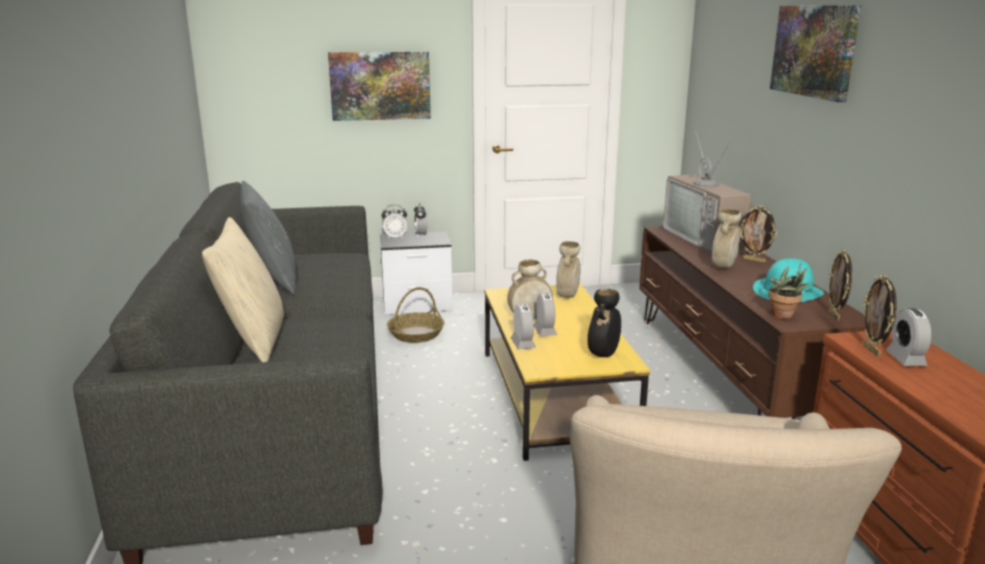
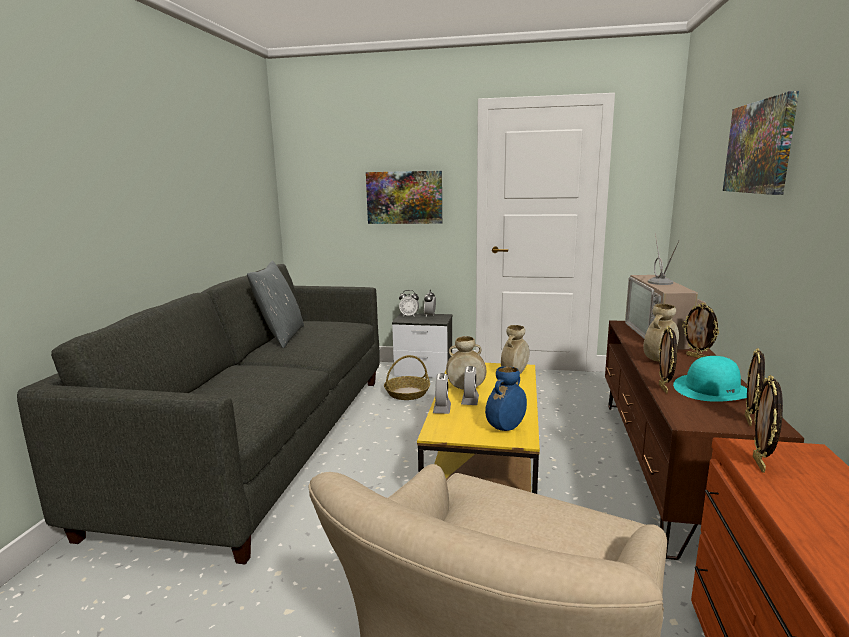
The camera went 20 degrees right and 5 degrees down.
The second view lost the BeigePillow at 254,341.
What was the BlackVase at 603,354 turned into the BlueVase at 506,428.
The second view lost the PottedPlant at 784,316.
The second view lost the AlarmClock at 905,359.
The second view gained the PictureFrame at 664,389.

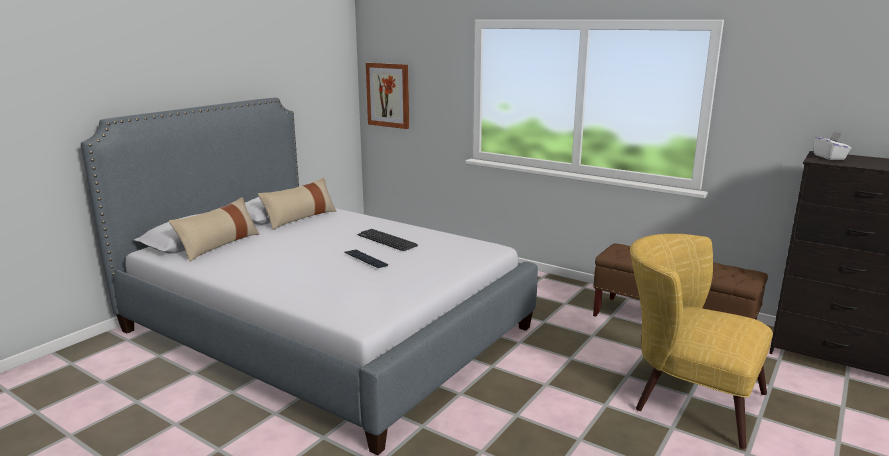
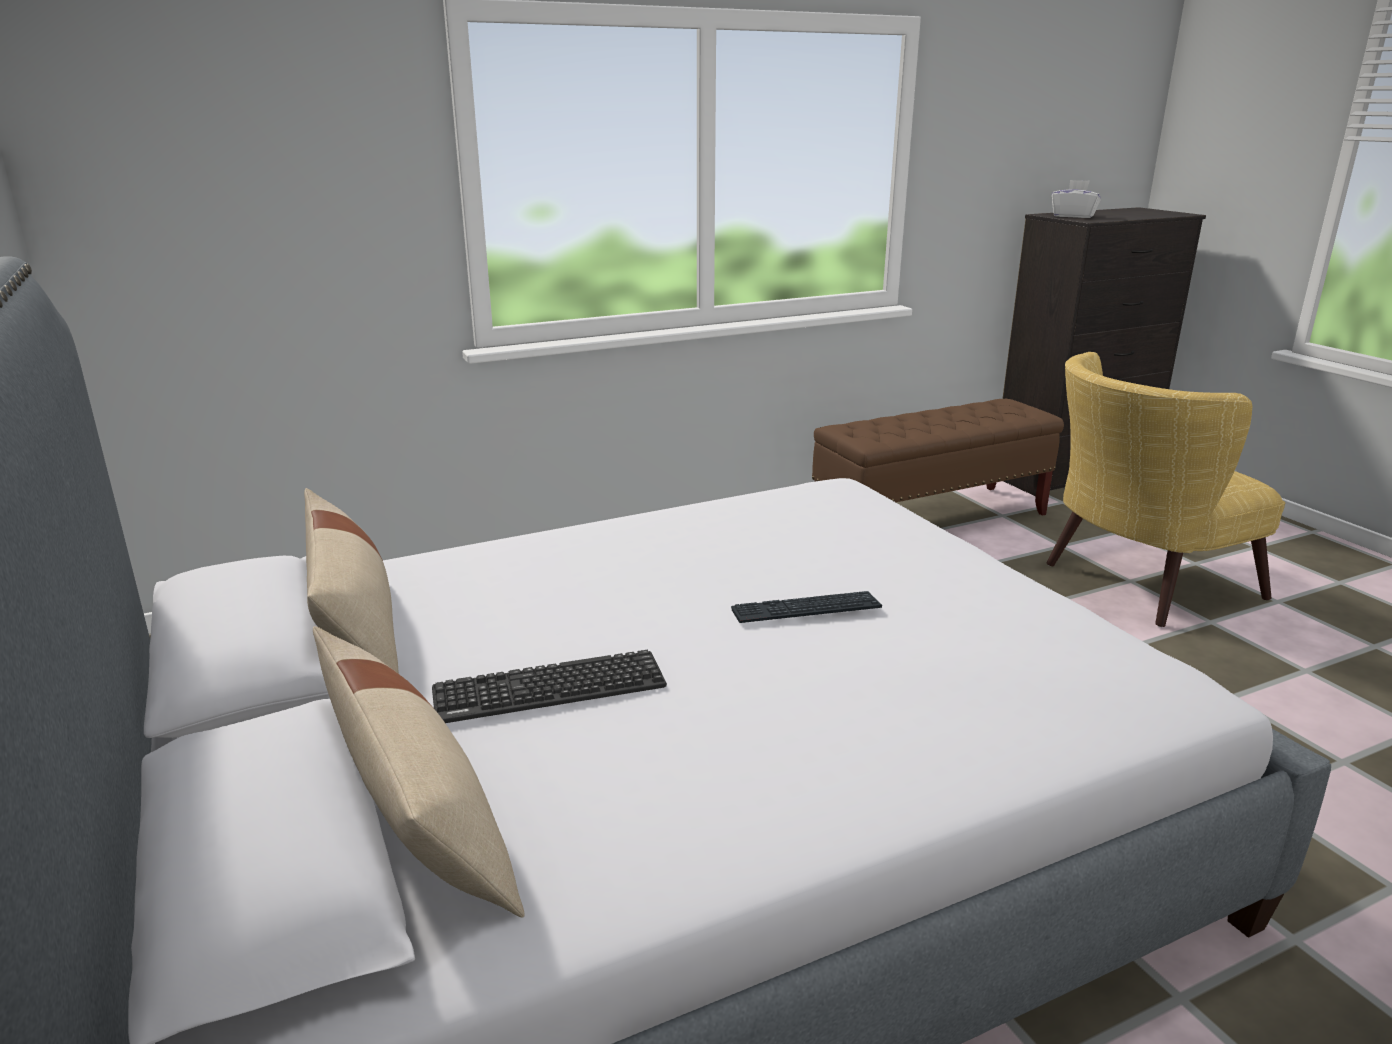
The camera went 60 degrees left and 5 degrees up.
The Keyboard ended up elsewhere, having gone from 387,240 to 550,688.
The second view lost the Picture at 388,95.

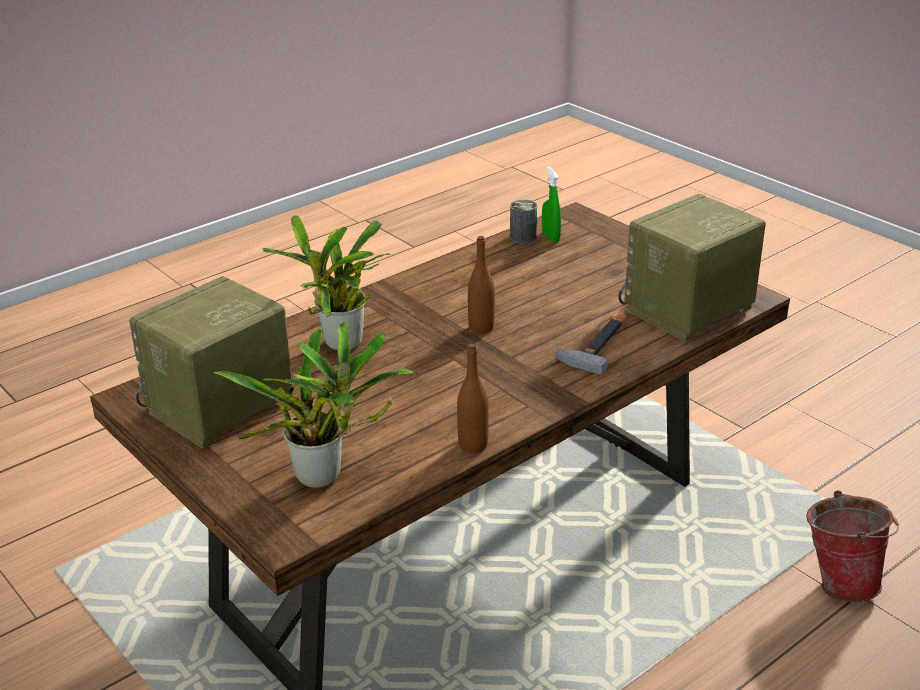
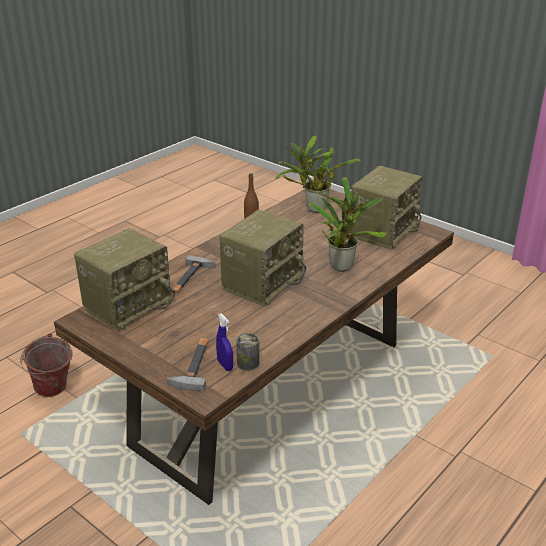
The camera went 170 degrees right and 0 degrees up.
Where the BrownBottle stood at 481,328, the Radio came to stand at 262,283.
What was the GreenSprayBottle at 550,237 turned into the BlueSprayBottle at 225,365.
The second view gained the Hammer at 193,365.

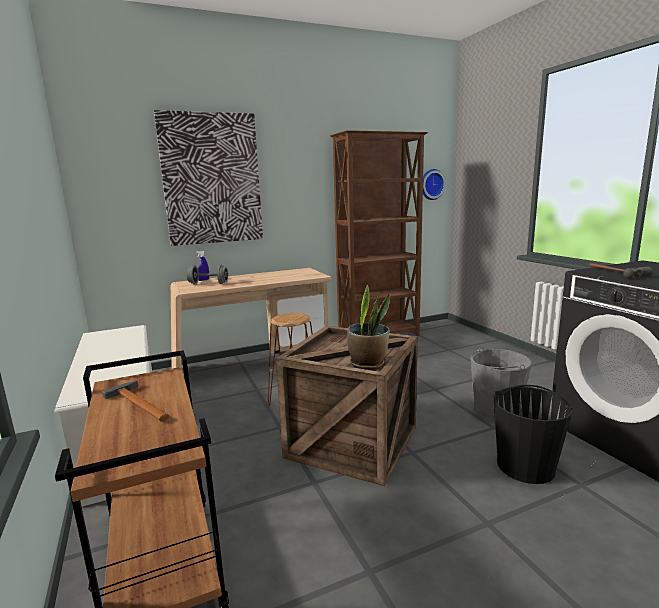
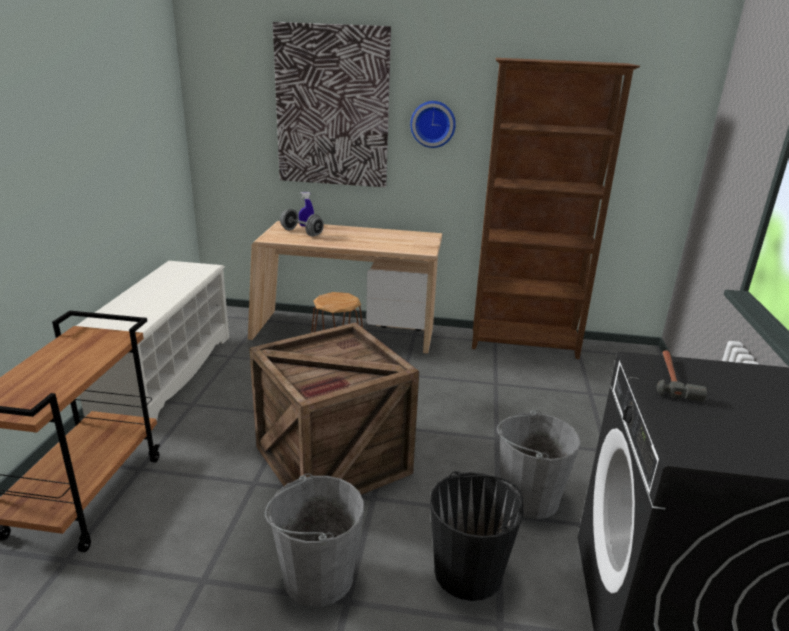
The camera went 30 degrees right and 10 degrees up.
The second view lost the Hammer at 138,403.
The second view lost the PottedPlant at 368,364.
The WallClock ended up elsewhere, having gone from 431,184 to 433,124.
The second view gained the GreyBucket at 317,577.

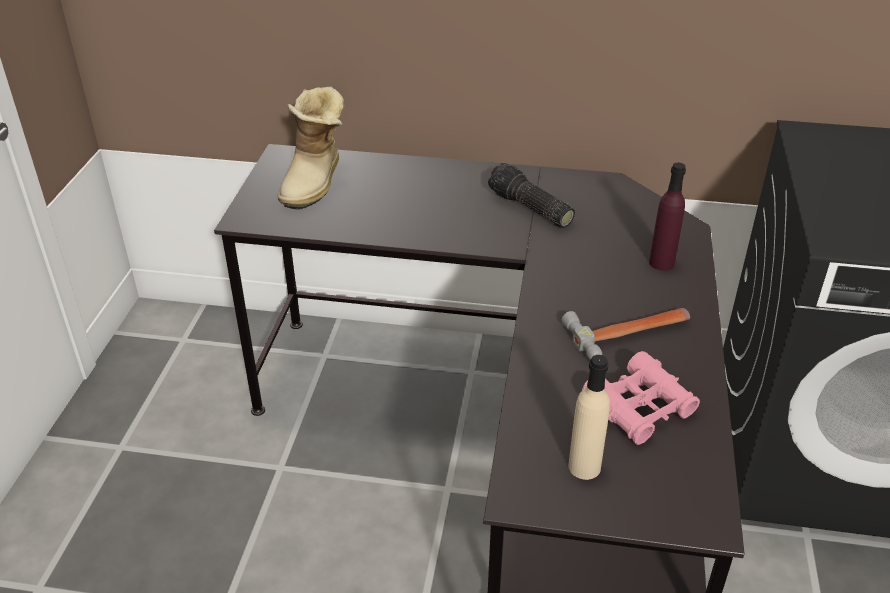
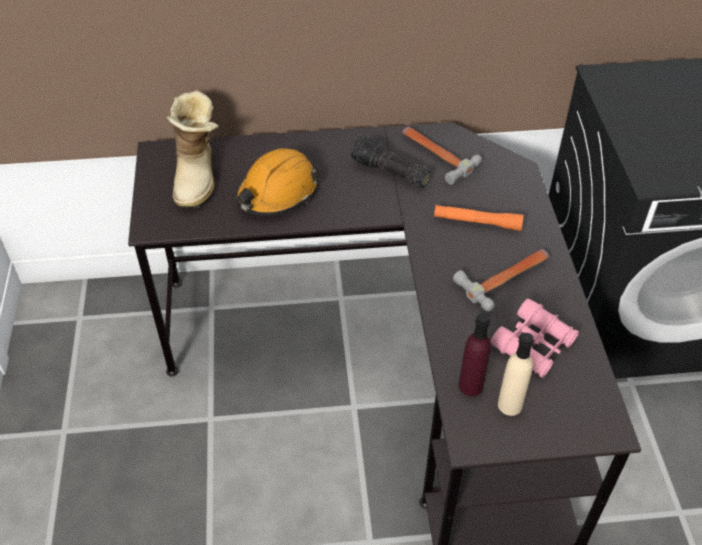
The camera went 15 degrees left and 10 degrees up.
The PurpleBottle ended up elsewhere, having gone from 661,263 to 470,386.
The second view gained the OrangeHardHat at 277,193.
The second view gained the Hammer at 435,155.
The second view gained the OrangeFlashlight at 477,222.

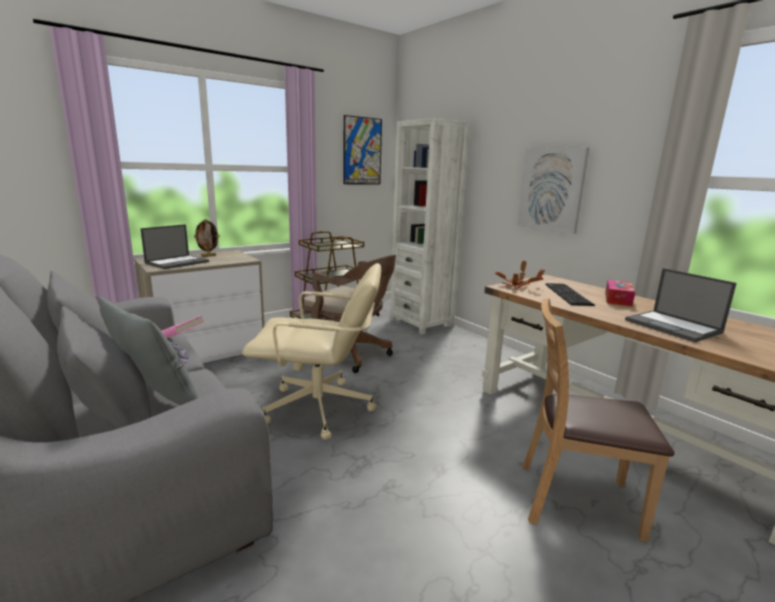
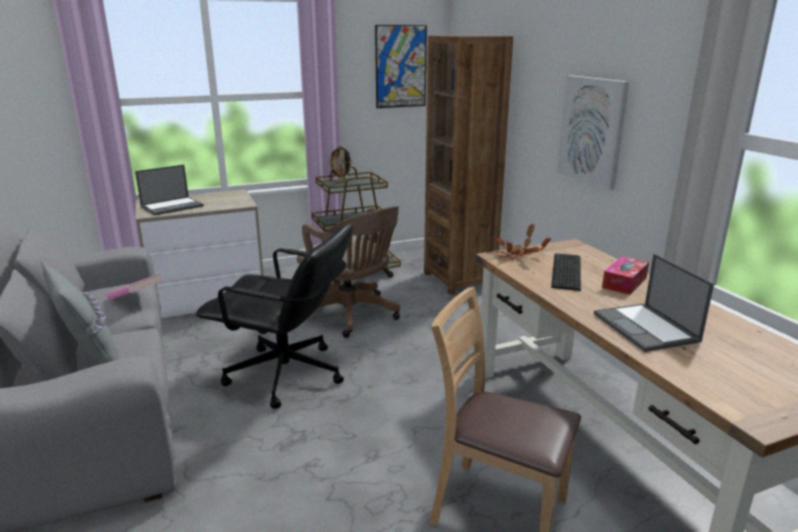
The camera went 15 degrees right and 5 degrees up.
The PictureFrame ended up elsewhere, having gone from 208,256 to 341,181.
What was the BeigeOfficeChair at 319,409 turned into the BlackOfficeChair at 286,375.
What was the WhiteBookcase at 421,323 turned into the BrownBookcase at 459,279.

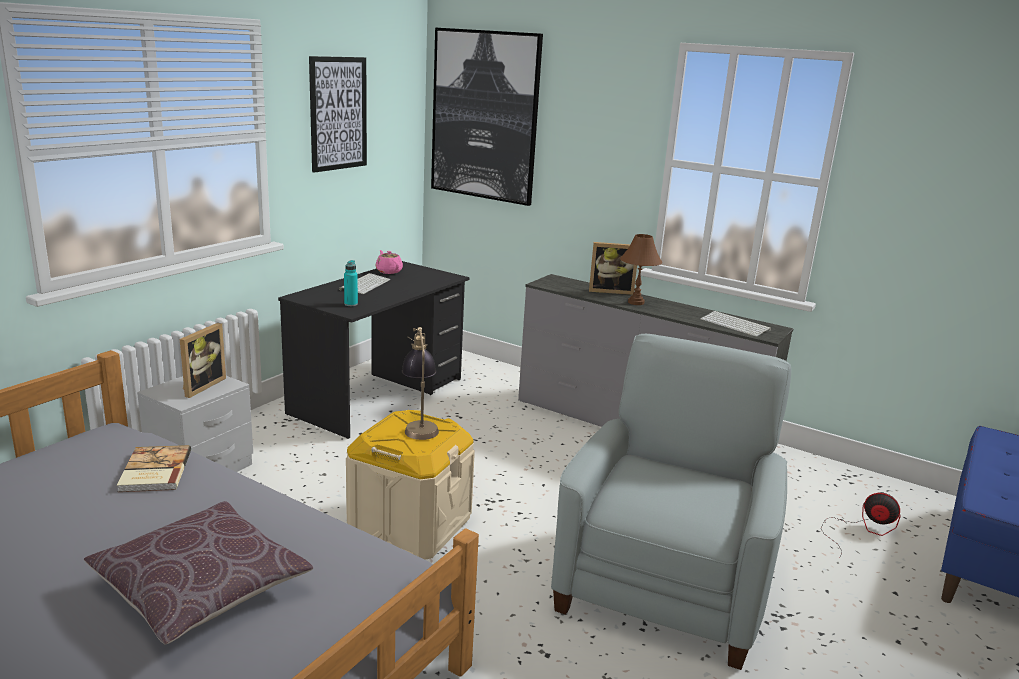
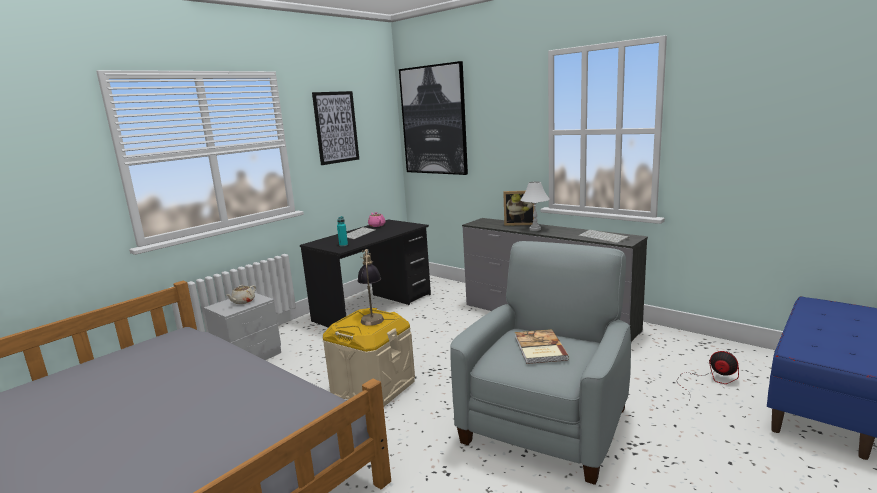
The camera went 10 degrees right and 5 degrees down.
The second view lost the BrownPillow at 201,588.
The Book ended up elsewhere, having gone from 153,471 to 539,348.
Where the PictureFrame stood at 200,386, the BeigeTeapot came to stand at 243,301.
What was the BrownTableLamp at 636,302 turned into the WhiteTableLamp at 535,229.

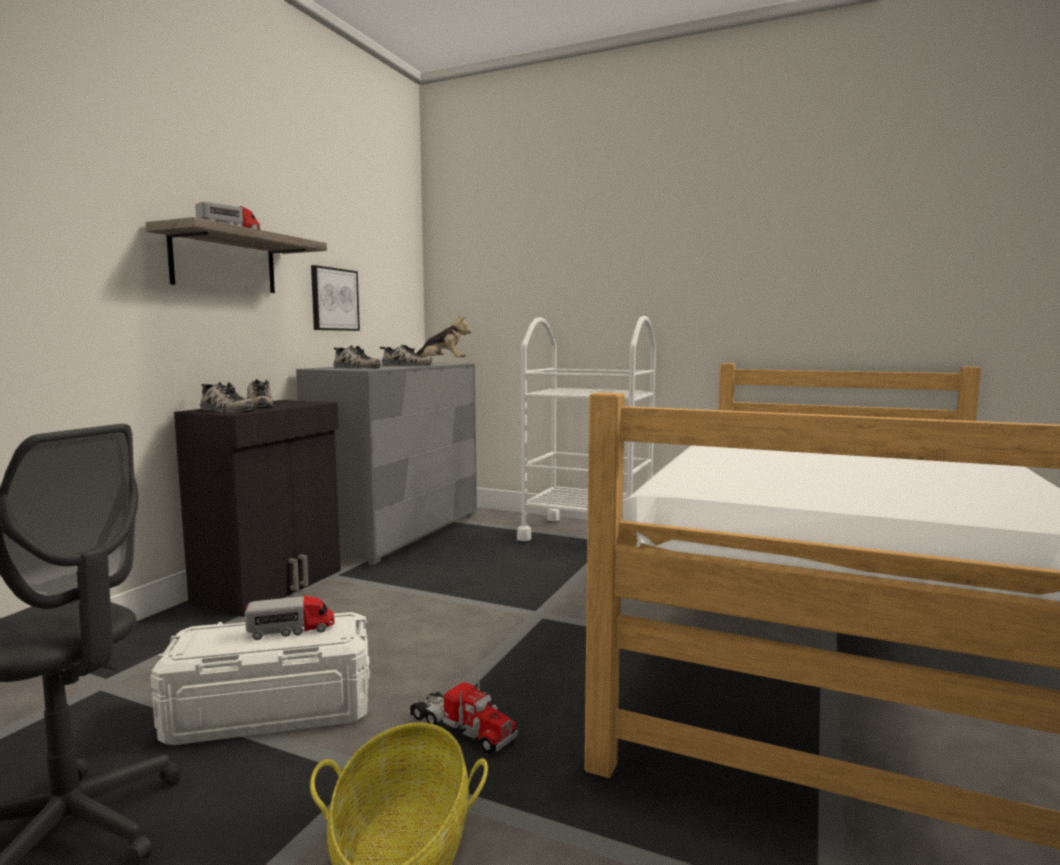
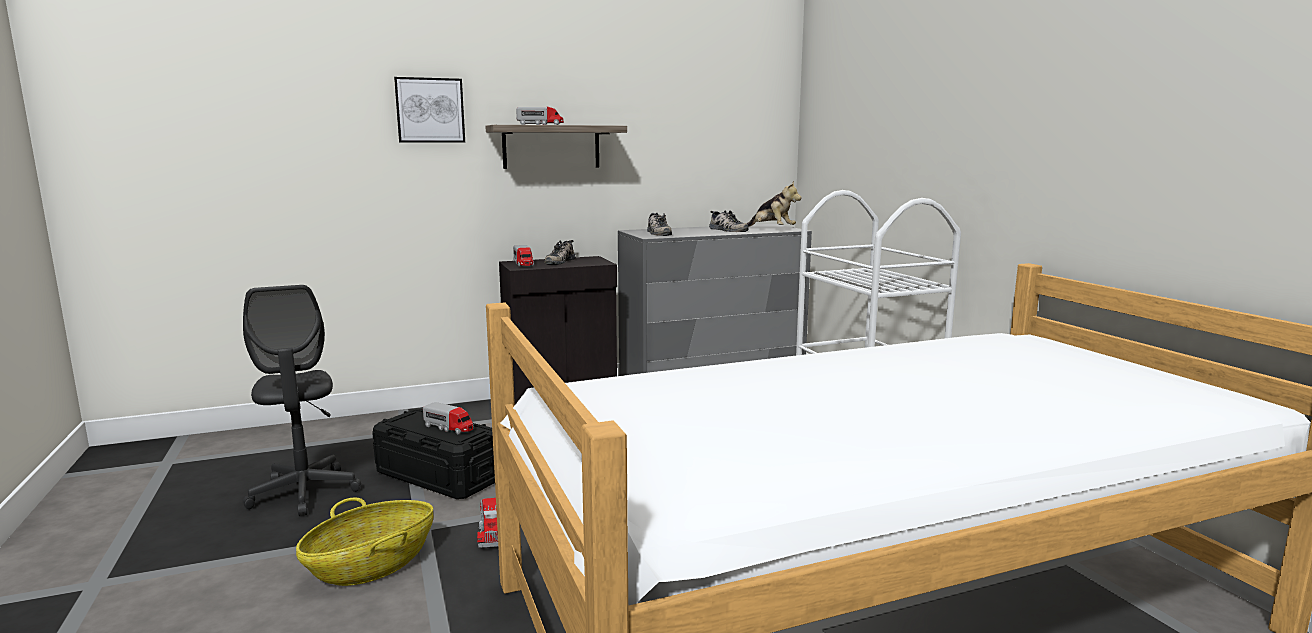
The camera went 45 degrees right and 5 degrees up.
What was the WhiteStorageBox at 271,710 turned into the BlackStorageBox at 439,475.
Where the Shoe stood at 224,410, the ToyTruck came to stand at 523,264.
The Picture ended up elsewhere, having gone from 334,299 to 430,110.

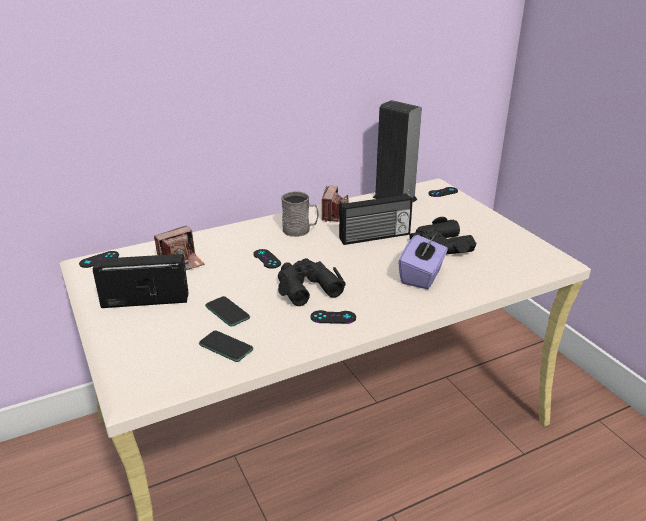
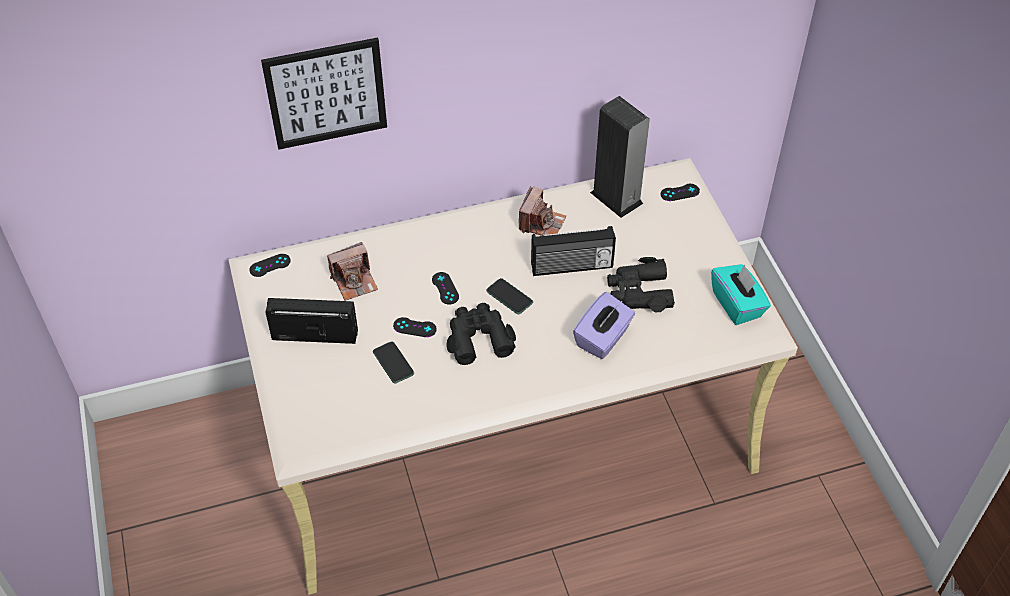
The camera went 10 degrees right and 20 degrees up.
The Phone ended up elsewhere, having gone from 226,347 to 509,297.
The second view lost the GreyMug at 300,230.
The BlackGameController ended up elsewhere, having gone from 333,317 to 414,327.
The second view gained the Picture at 326,93.
The second view gained the TurquoiseTissueBox at 737,305.

